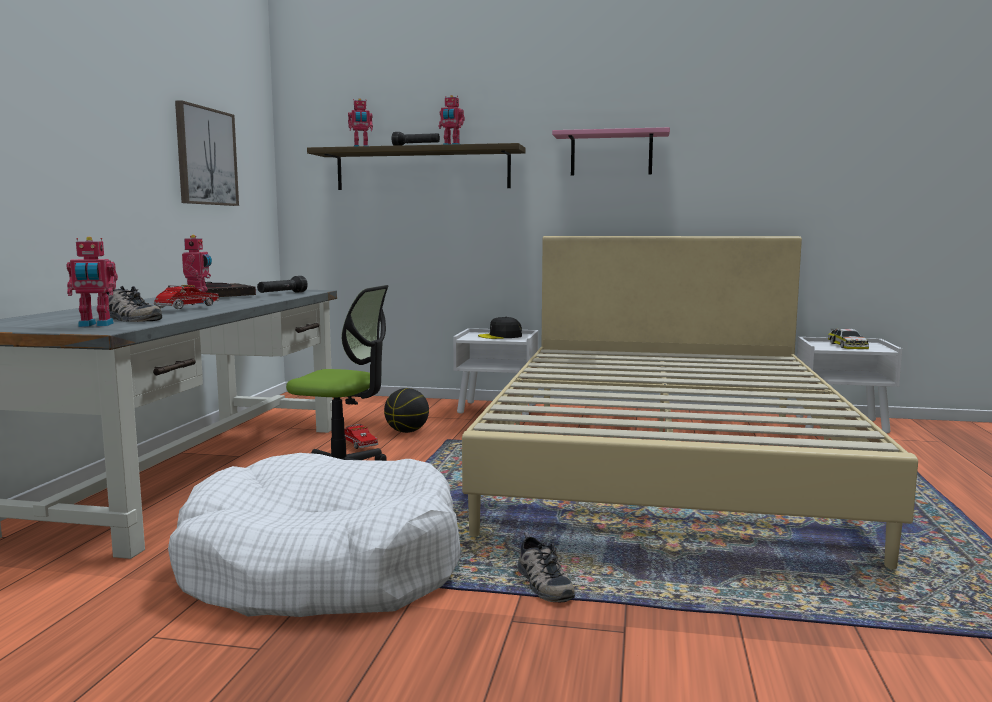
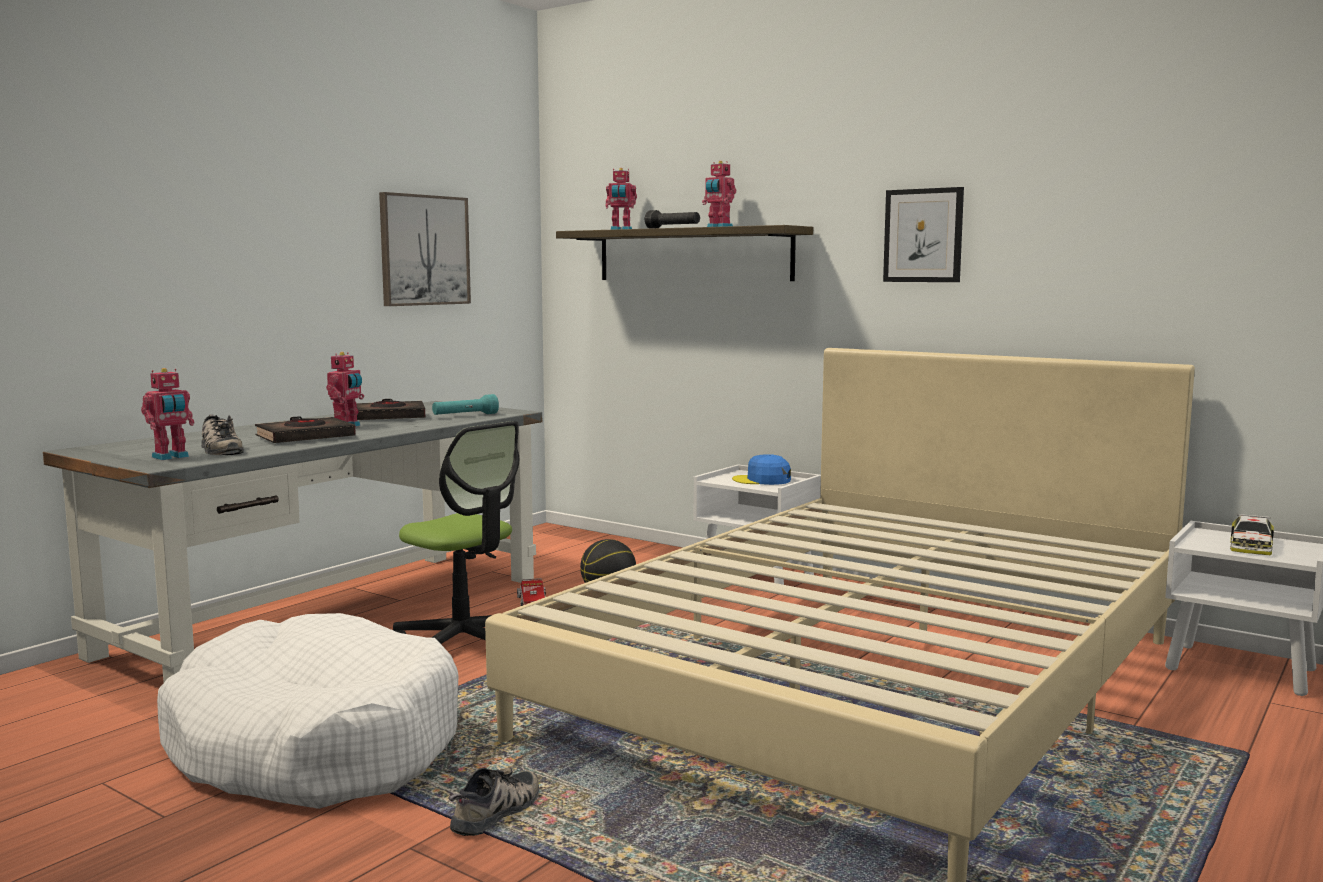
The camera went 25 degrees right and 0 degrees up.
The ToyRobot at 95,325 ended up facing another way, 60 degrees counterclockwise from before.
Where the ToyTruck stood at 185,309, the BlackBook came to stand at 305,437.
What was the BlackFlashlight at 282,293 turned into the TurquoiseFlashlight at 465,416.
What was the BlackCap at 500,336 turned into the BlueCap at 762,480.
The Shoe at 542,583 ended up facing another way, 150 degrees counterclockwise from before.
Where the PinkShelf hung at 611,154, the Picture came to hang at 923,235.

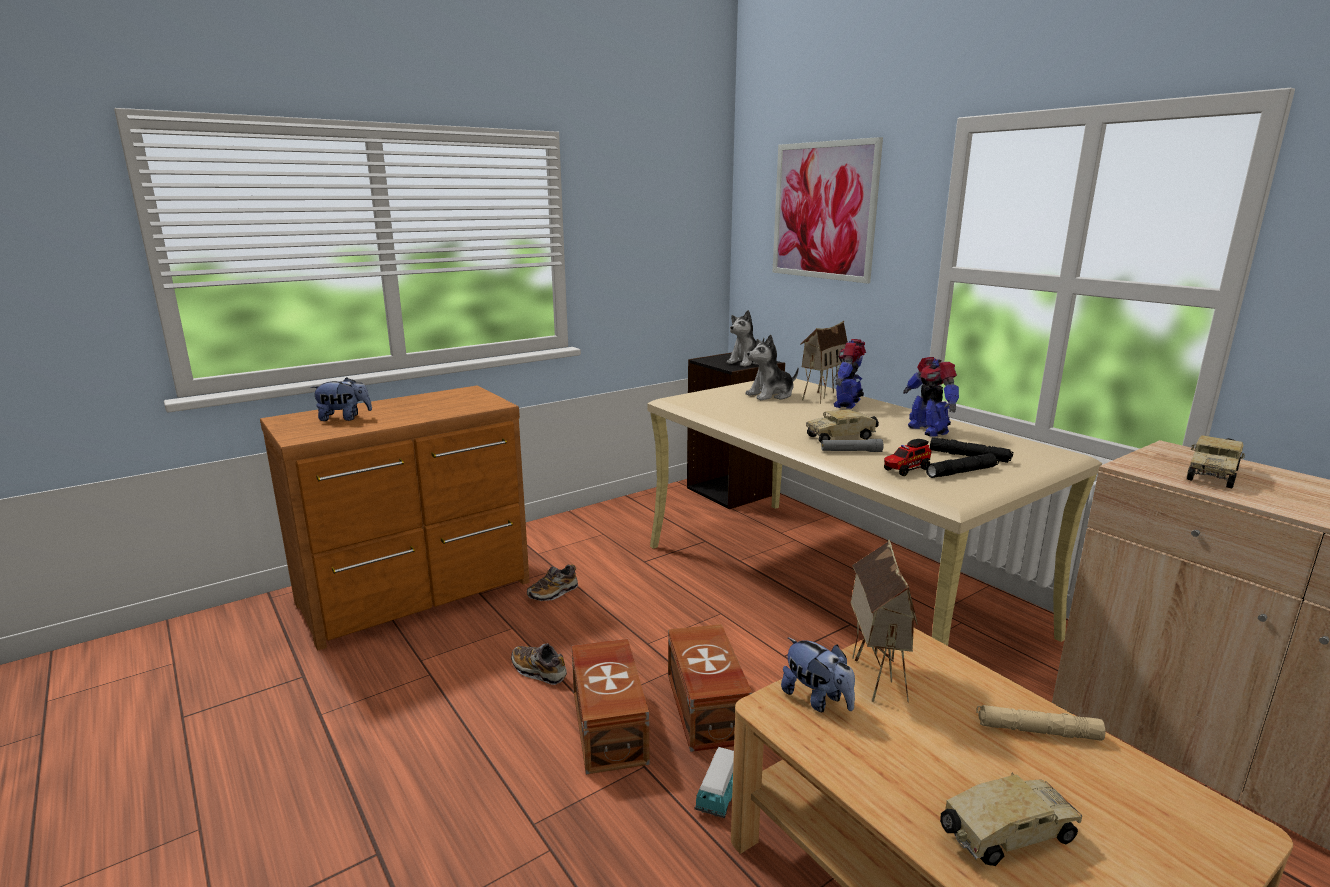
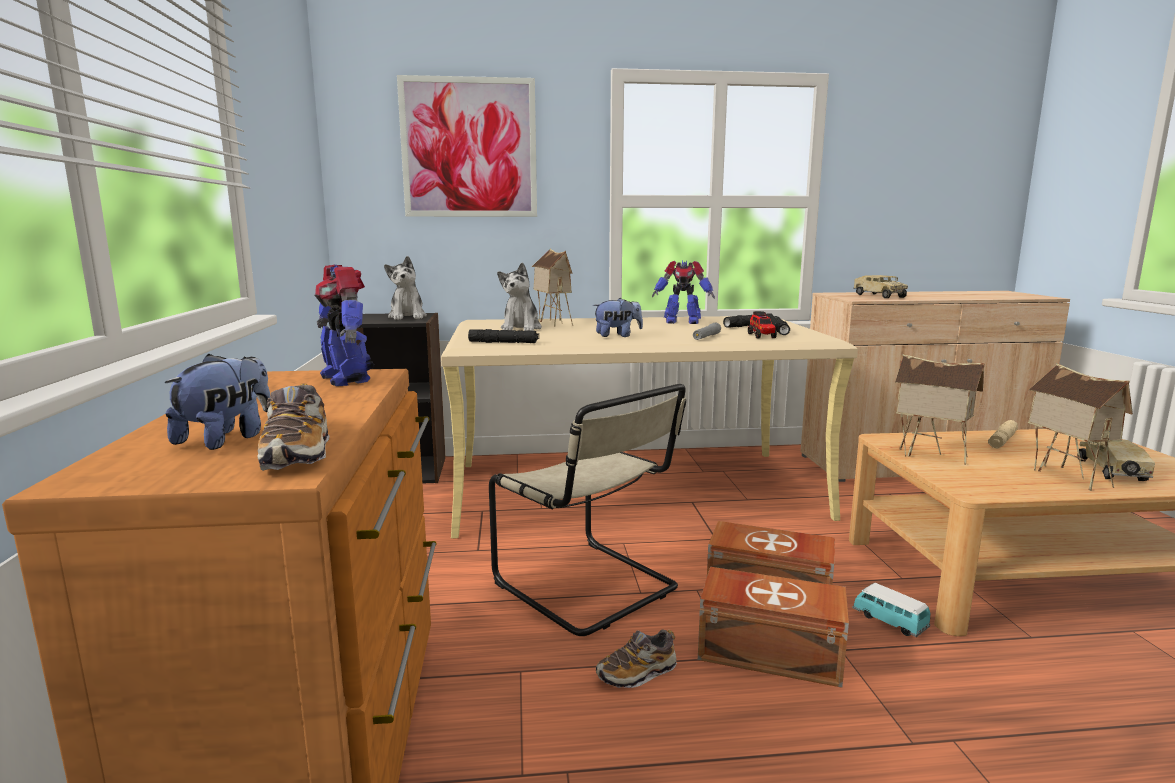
The camera went 60 degrees left and 5 degrees down.
The Shoe ended up elsewhere, having gone from 553,593 to 298,454.
The PlushToy ended up elsewhere, having gone from 817,699 to 617,336.
The second view lost the ToyTruck at 841,437.
The ToyRobot ended up elsewhere, having gone from 848,404 to 347,378.
The second view gained the BlackFlashlight at 503,342.
The second view gained the BeigeChair at 590,588.
The second view gained the ToyHouse at 1065,476.

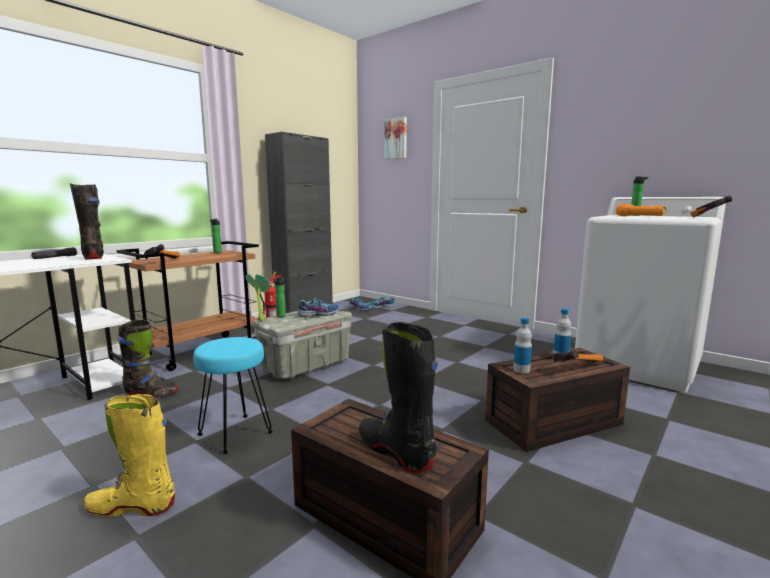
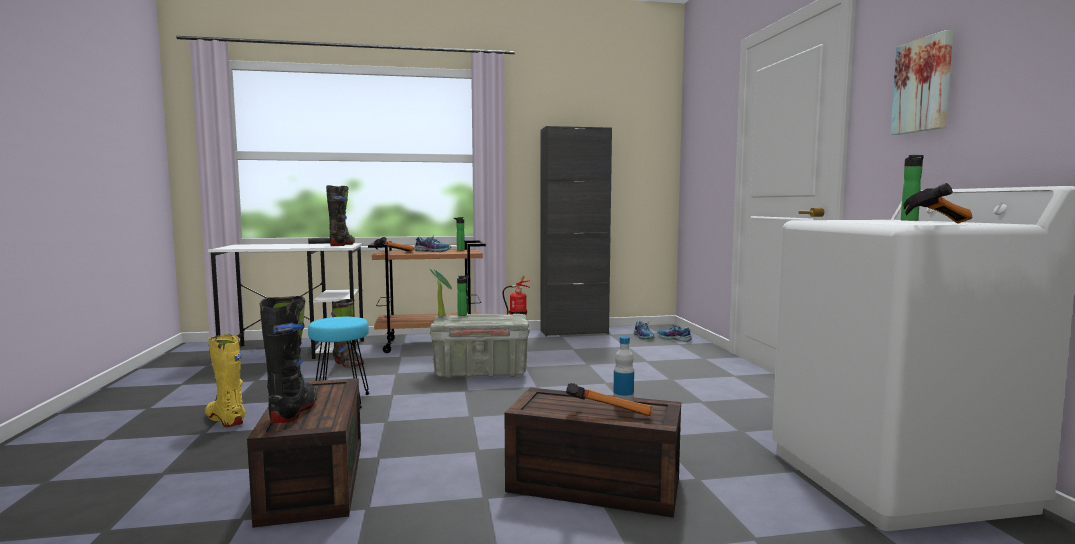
The camera went 40 degrees right and 5 degrees down.
The Shoe ended up elsewhere, having gone from 318,314 to 432,251.
The Picture ended up elsewhere, having gone from 396,138 to 924,85.
The second view lost the Bottle at 521,370.
The second view lost the OrangeFlashlight at 639,216.

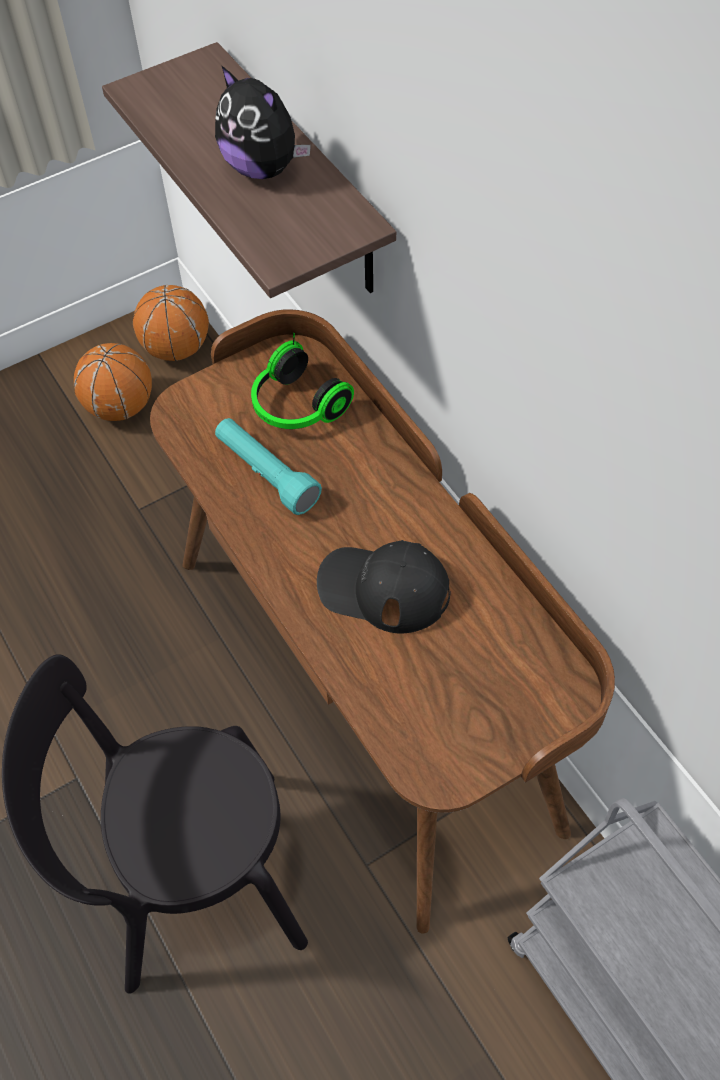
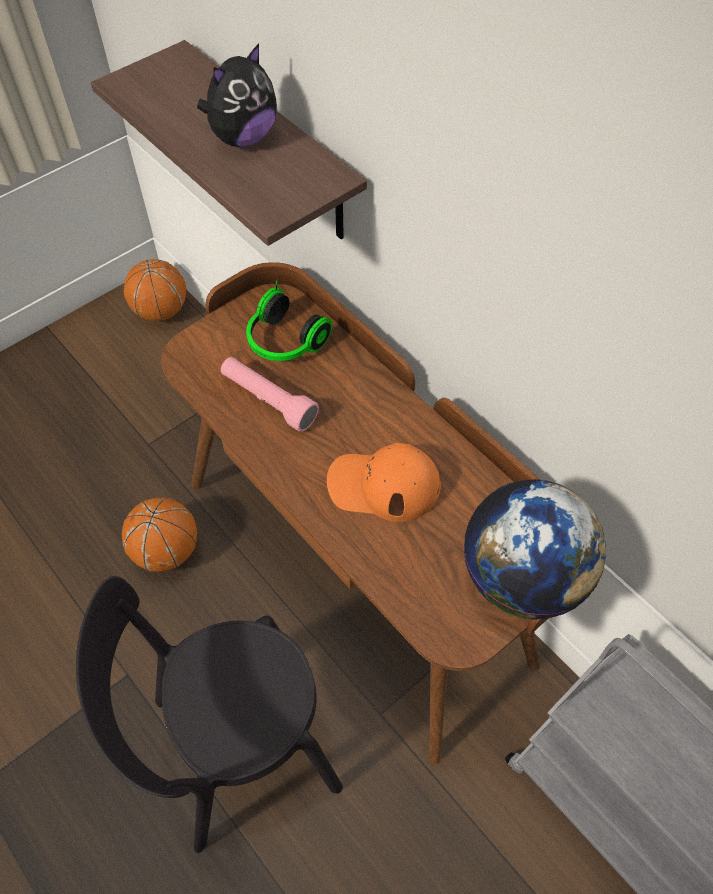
The camera went 10 degrees left and 0 degrees up.
The Basketball ended up elsewhere, having gone from 120,407 to 166,550.
The PlushToy at 263,168 ended up facing another way, 75 degrees counterclockwise from before.
What was the TurquoiseFlashlight at 266,474 turned into the PinkFlashlight at 268,400.
What was the BlackCap at 383,588 turned into the OrangeCap at 383,485.
The second view gained the Globe at 522,578.

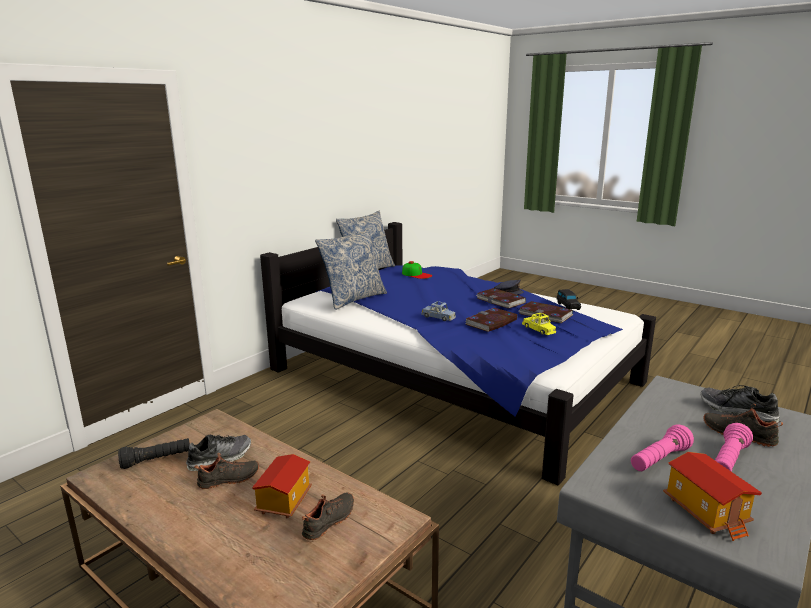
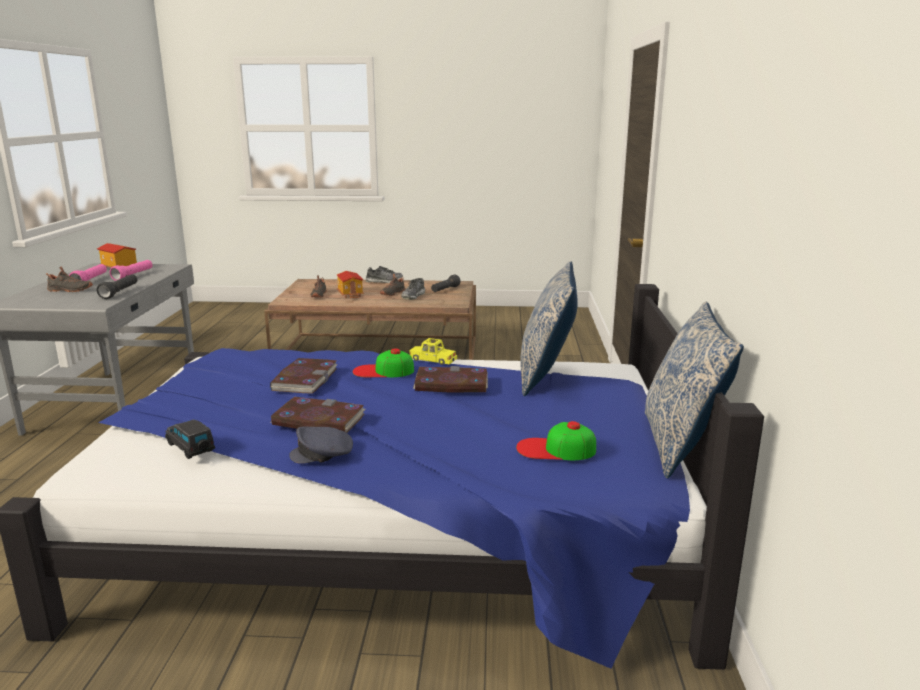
The camera went 145 degrees right and 0 degrees up.
Where the BlueToyCar stood at 438,317, the Cap came to stand at 383,371.
The Book ended up elsewhere, having gone from 545,314 to 451,384.
The YellowToyCar ended up elsewhere, having gone from 539,330 to 432,360.
The Shoe ended up elsewhere, having gone from 737,411 to 384,281.
The second view gained the BlackFlashlight at 120,293.

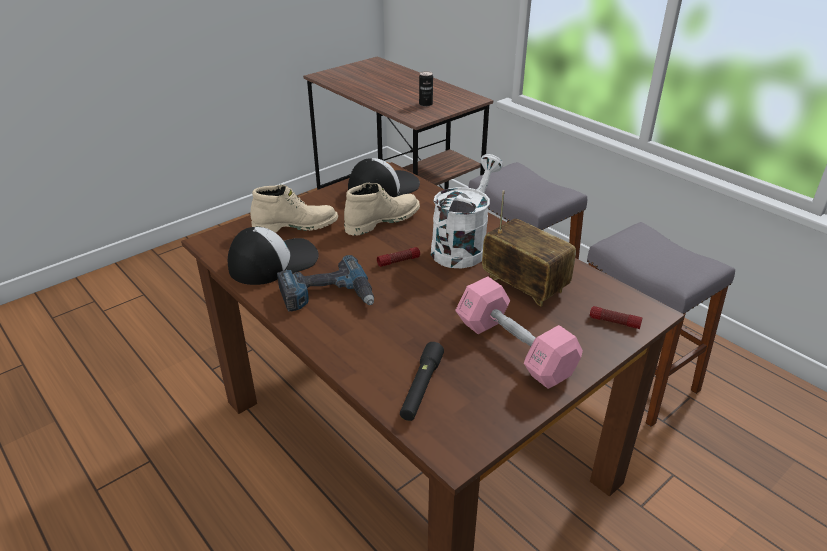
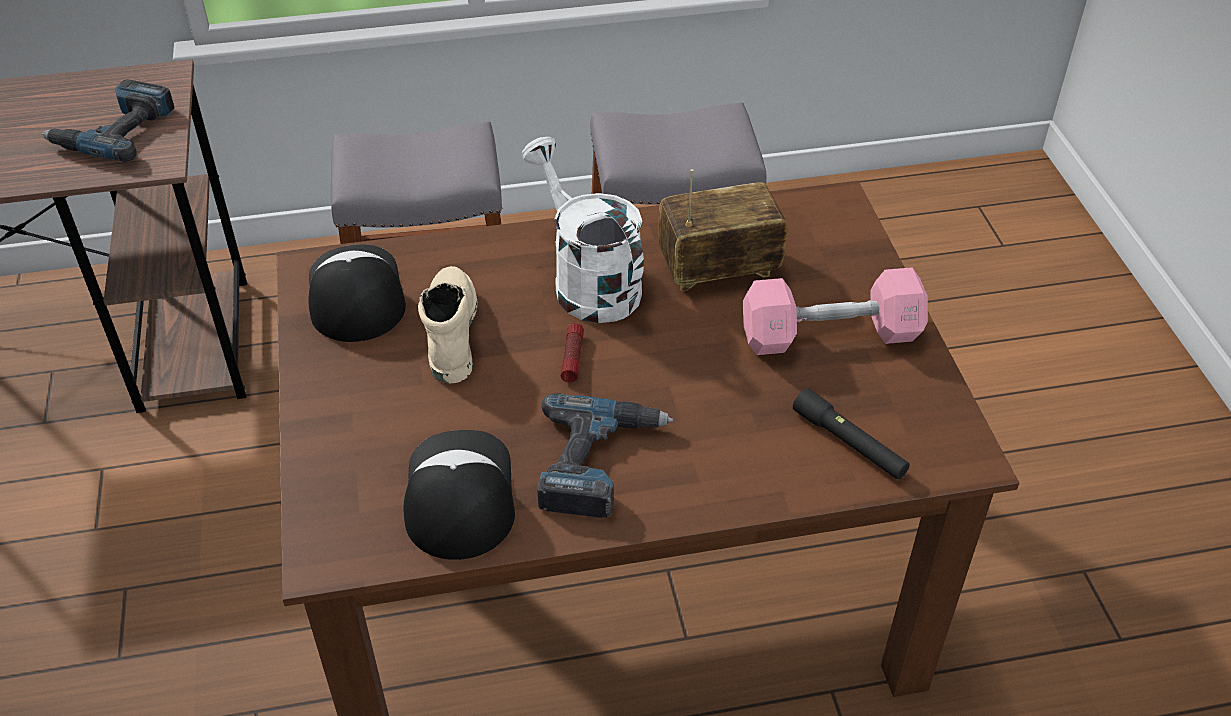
The camera went 60 degrees left and 10 degrees up.
The second view lost the BeigeBoot at 296,225.
Where the Can stood at 425,104, the PowerDrill came to stand at 115,131.
The second view lost the Flashlight at 614,322.

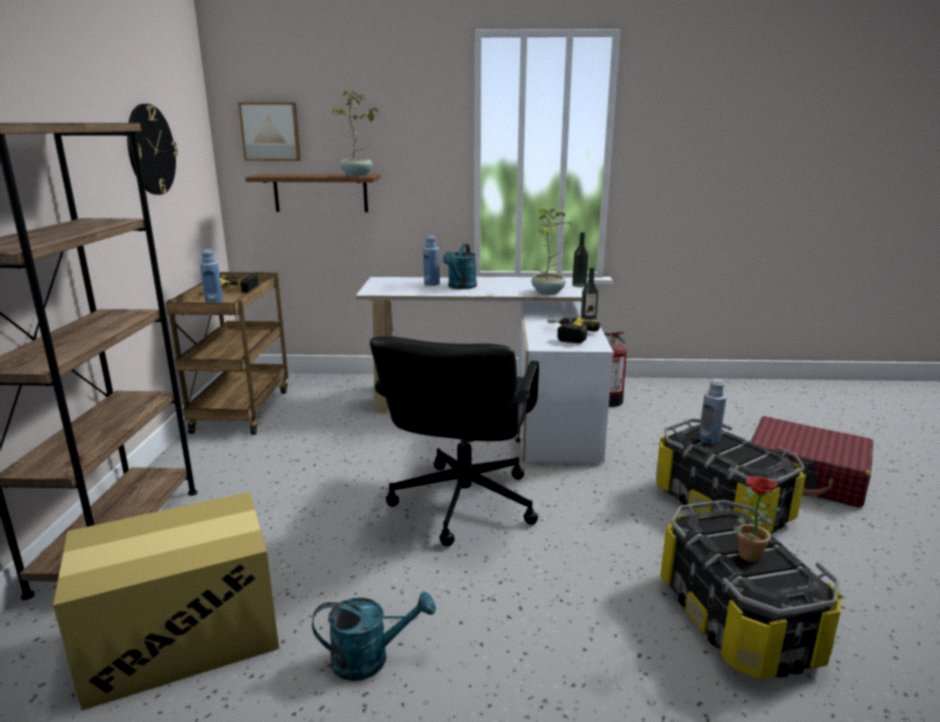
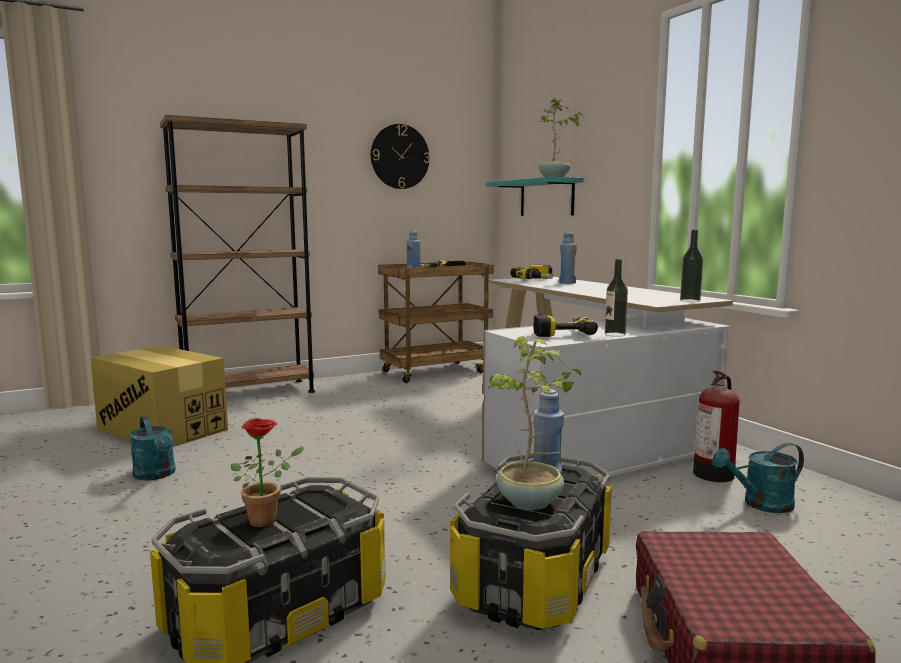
The camera went 60 degrees right and 10 degrees down.
The second view lost the Picture at 271,131.
What was the BrownShelf at 320,193 turned into the TurquoiseShelf at 546,198.
The second view lost the BlackOfficeChair at 462,503.
The TurquoiseWateringCan ended up elsewhere, having gone from 460,287 to 760,504.
The PottedPlant ended up elsewhere, having gone from 548,292 to 531,502.
The second view gained the PowerDrill at 539,280.

